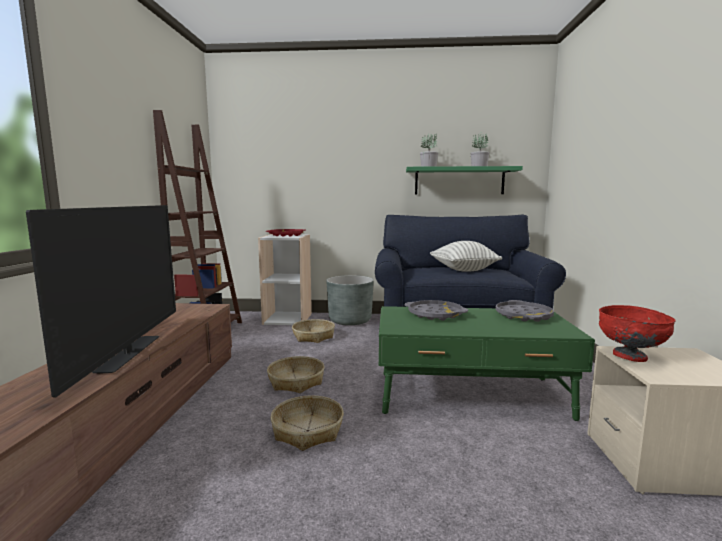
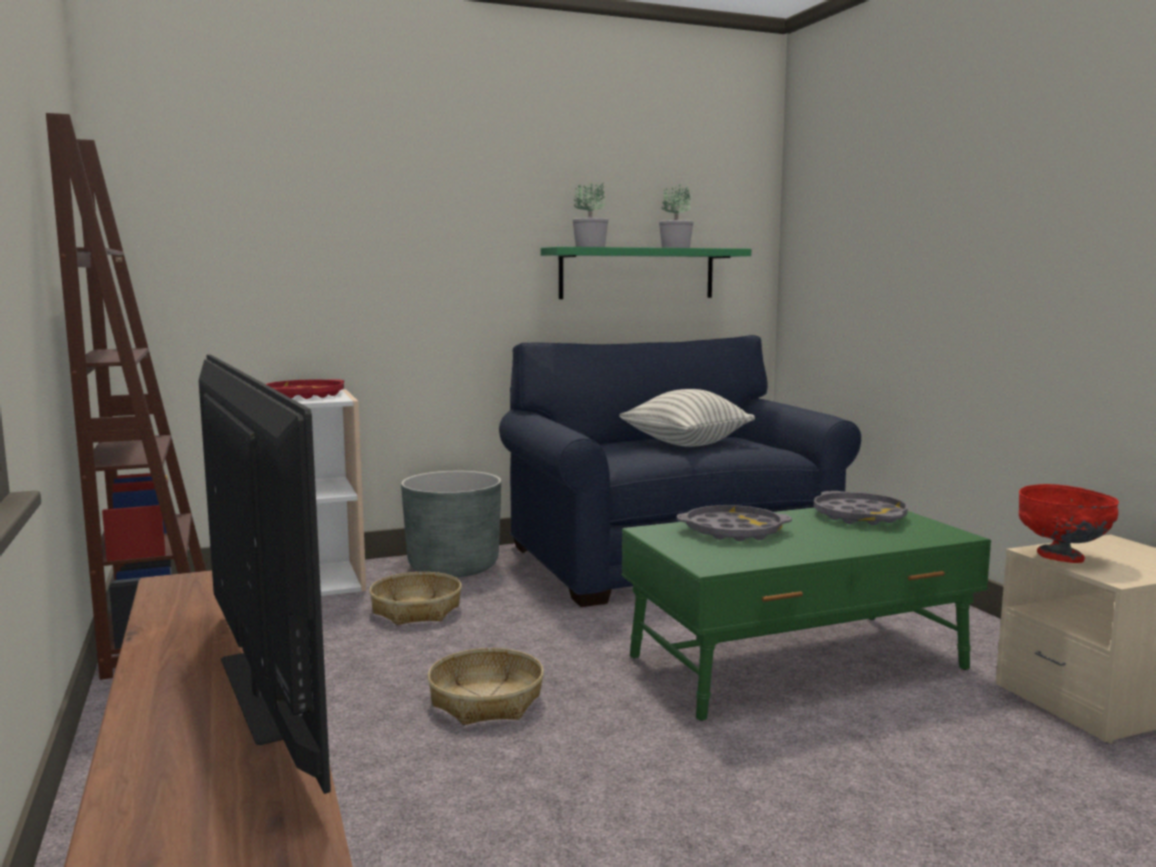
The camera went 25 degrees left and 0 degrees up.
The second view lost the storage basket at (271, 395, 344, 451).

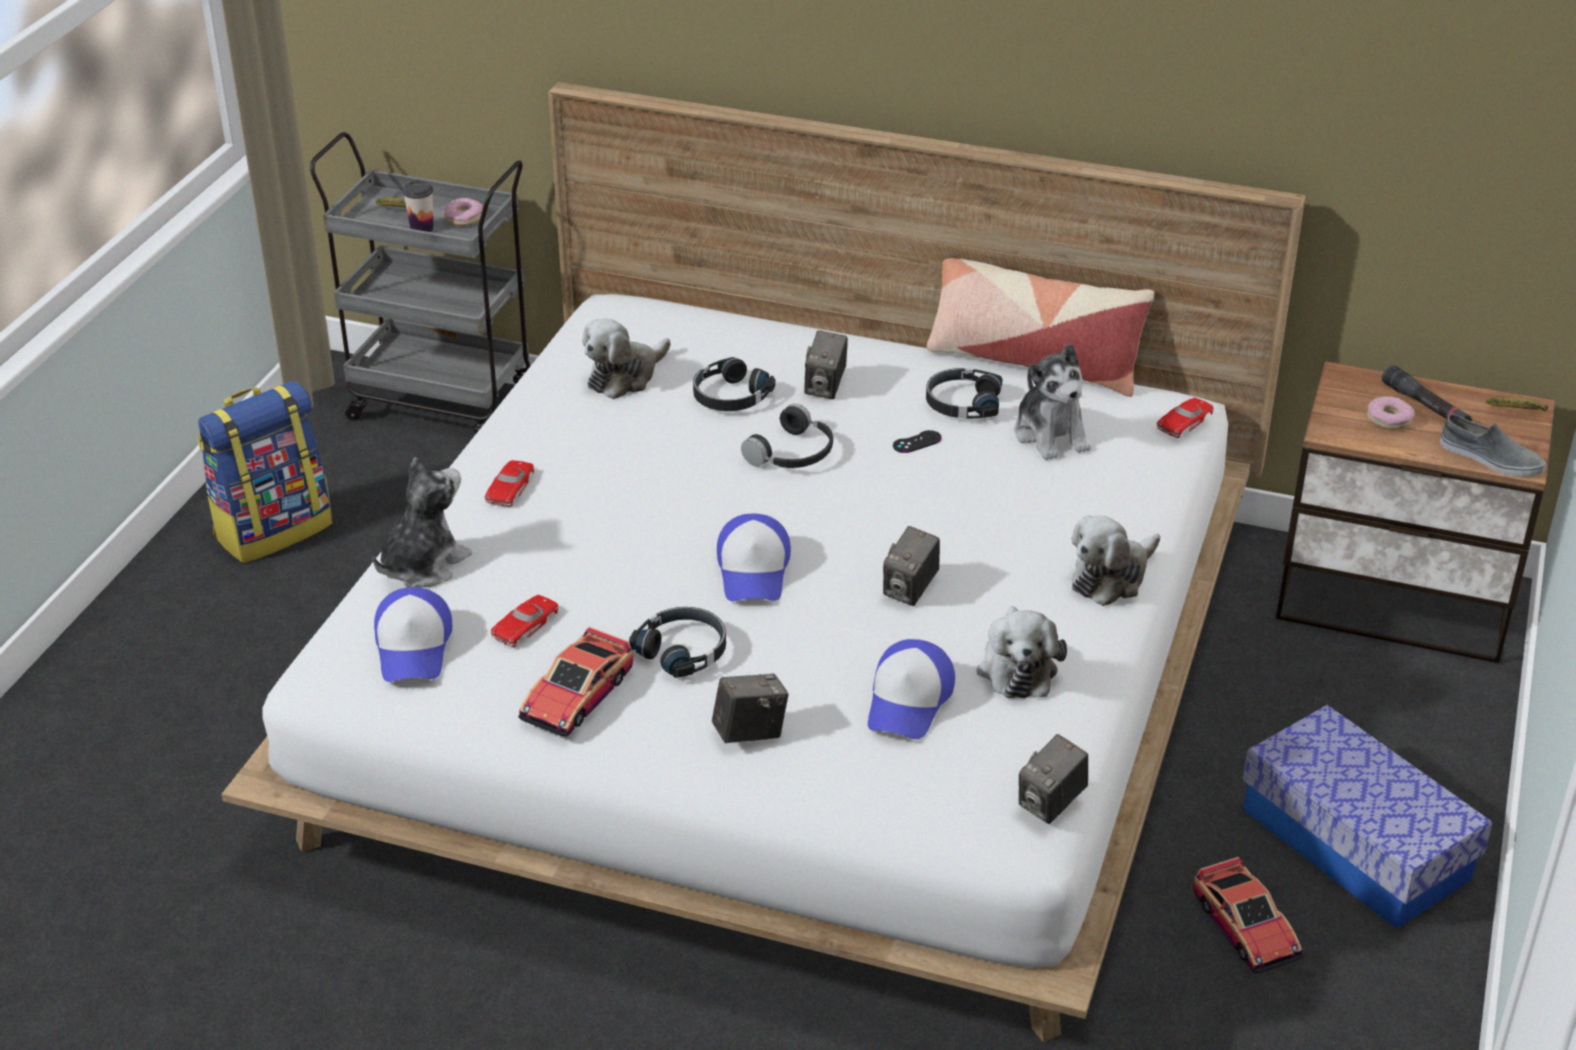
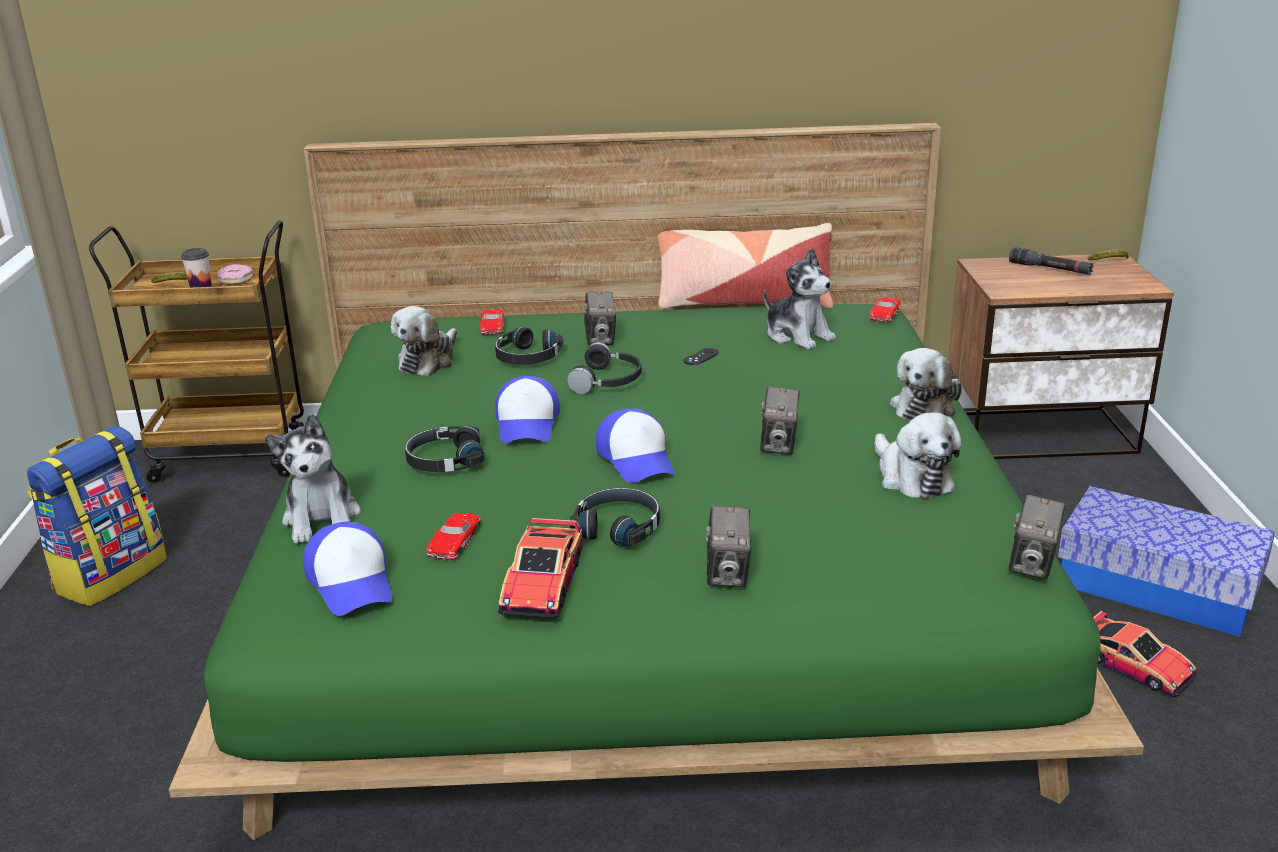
The camera went 20 degrees left and 10 degrees down.
What was the whitish sleeping bed at (221, 82, 1306, 1042) turned into the green sleeping bed at (169, 123, 1144, 840).
What was the greyish wheeled cart at (310, 132, 530, 433) turned into the brown wheeled cart at (89, 220, 304, 484).
The plush toy at (373, 457, 472, 588) ended up facing another way, 150 degrees clockwise from before.
The red-coloured model car ended up elsewhere, having gone from (485, 460, 534, 507) to (480, 309, 504, 335).
The photo camera at (712, 673, 788, 744) ended up facing another way, 135 degrees clockwise from before.
The cap ended up elsewhere, having gone from (868, 639, 955, 739) to (495, 376, 560, 443).
The blackish headset ended up elsewhere, having gone from (926, 368, 1003, 418) to (405, 426, 485, 472).
The second view lost the donut at (1367, 396, 1415, 430).
The second view lost the greyish item of footwear at (1440, 414, 1546, 477).

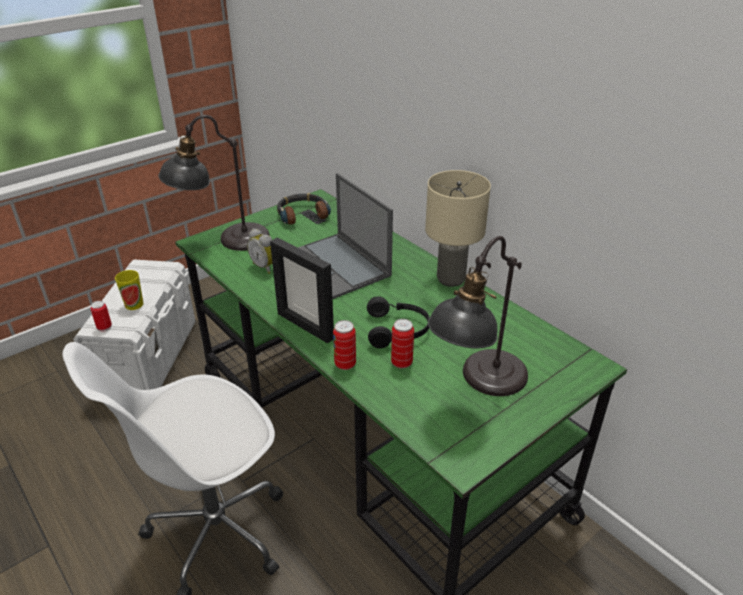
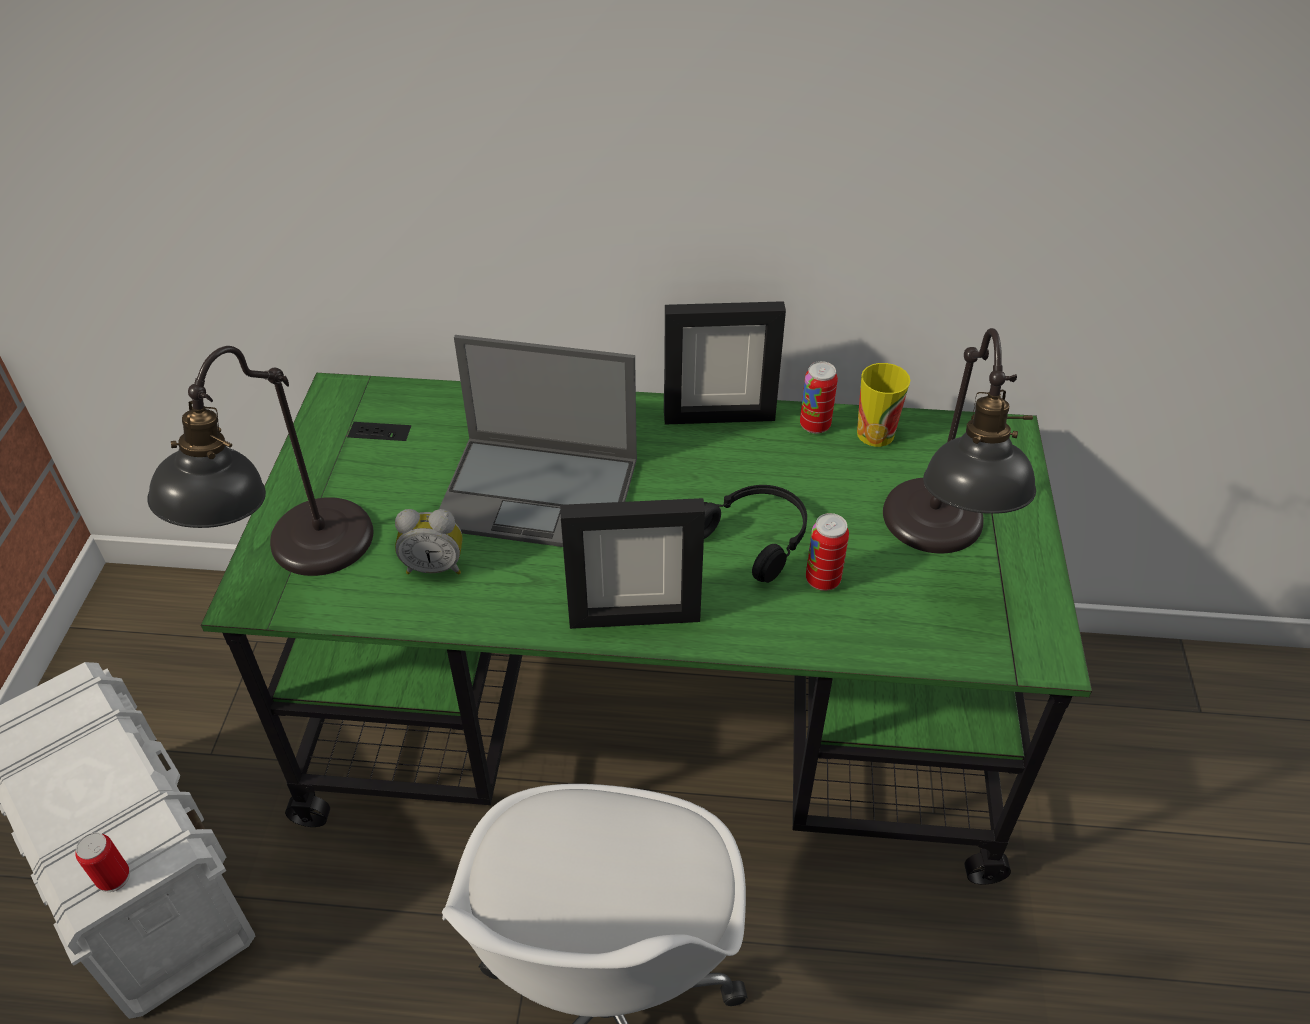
The camera went 45 degrees left and 10 degrees up.
The cup ended up elsewhere, having gone from (115, 270, 143, 310) to (857, 363, 911, 447).
The second view lost the headset at (277, 193, 331, 225).
The can ended up elsewhere, having gone from (333, 320, 356, 370) to (800, 361, 838, 434).
Where the beige tabletop lamp stood at (425, 170, 491, 287), the standing frame came to stand at (664, 301, 786, 425).

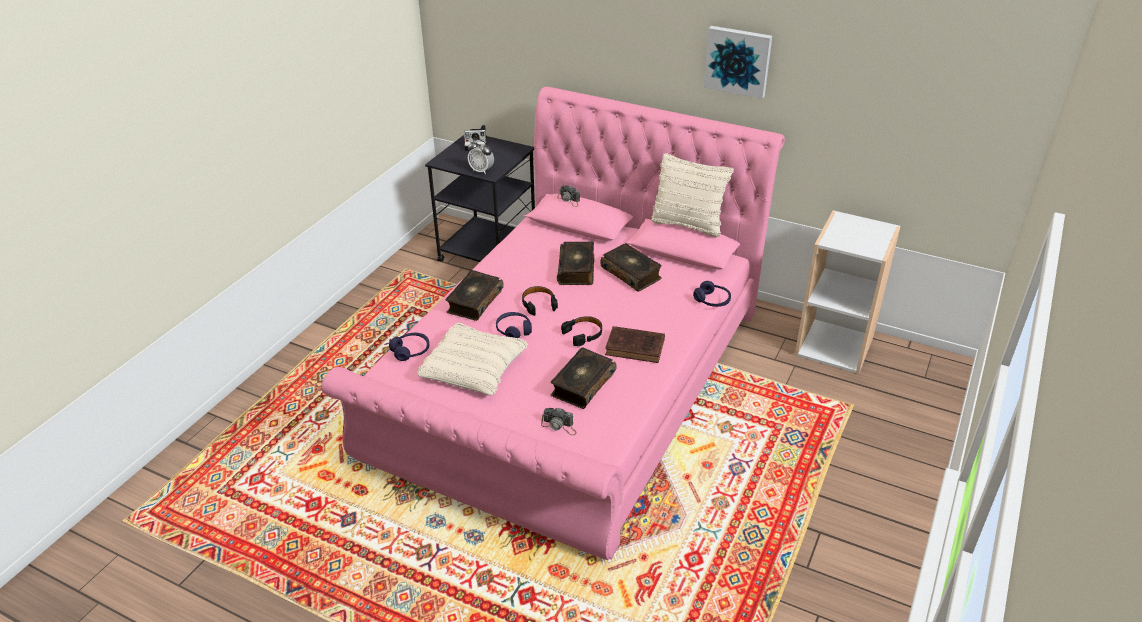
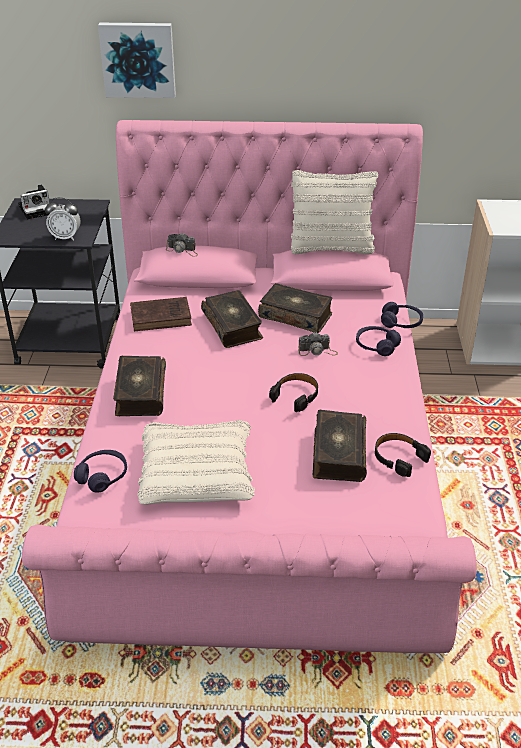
The camera went 25 degrees left and 0 degrees up.
The purplish headset ended up elsewhere, having gone from (496, 312, 532, 338) to (356, 326, 401, 356).
The blackish headset ended up elsewhere, having gone from (522, 286, 558, 316) to (375, 433, 431, 477).
The photo camera ended up elsewhere, having gone from (541, 407, 577, 435) to (299, 333, 338, 356).
The brown book ended up elsewhere, having gone from (605, 326, 665, 363) to (130, 297, 192, 332).
The wall picture ended up elsewhere, having gone from (704, 26, 772, 99) to (98, 23, 176, 98).

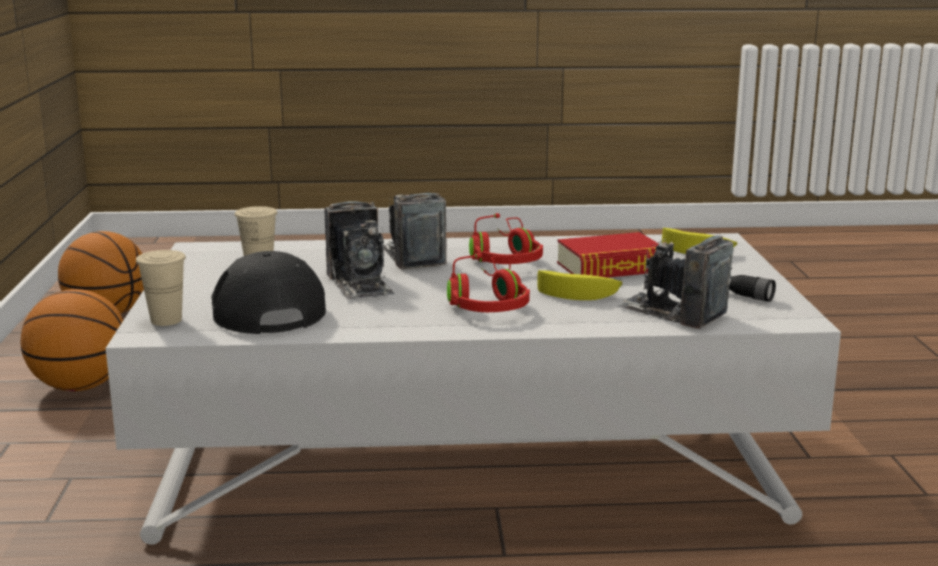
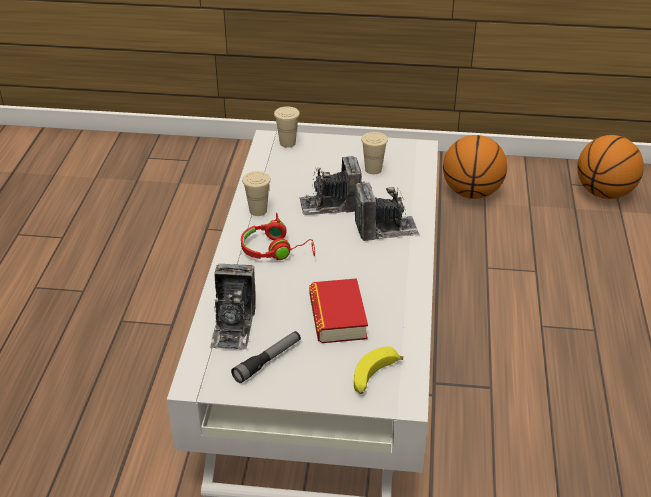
The camera went 100 degrees right and 20 degrees up.
The second view lost the blackish cap at (211, 251, 326, 334).
The second view lost the red-coloured headset at (469, 213, 543, 264).
The second view lost the banana at (537, 270, 622, 300).
The photo camera at (618, 235, 733, 329) ended up facing another way, 135 degrees clockwise from before.
The second view gained the beige cup at (242, 171, 271, 216).

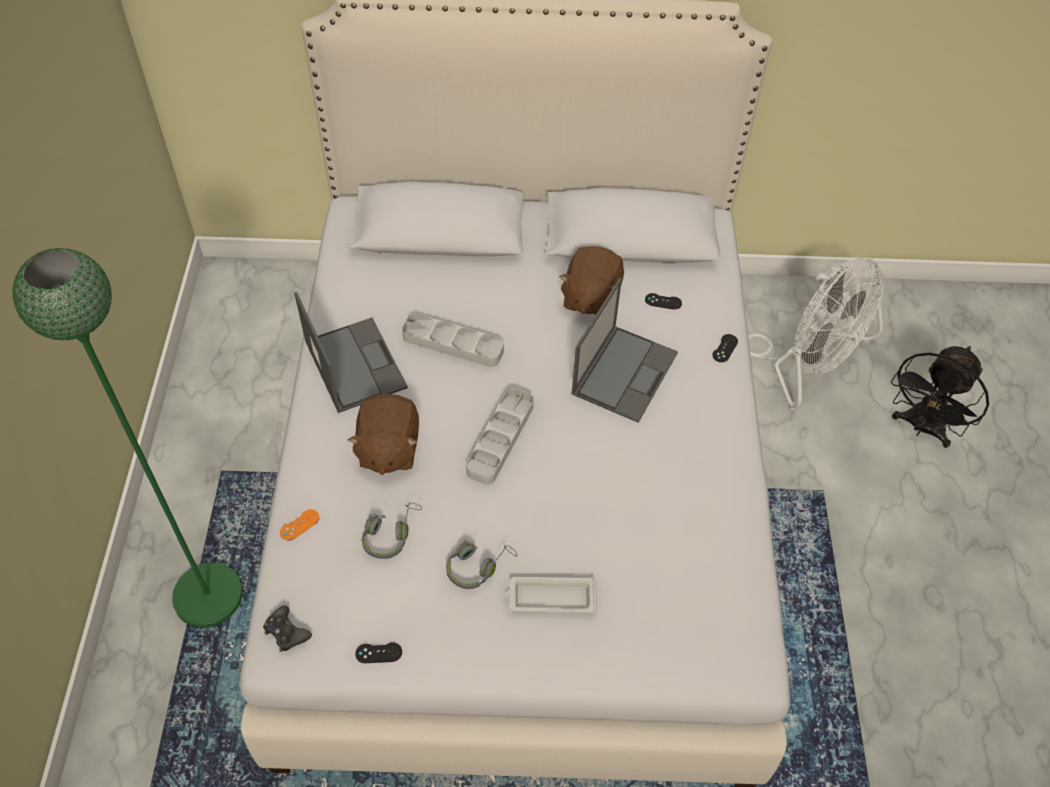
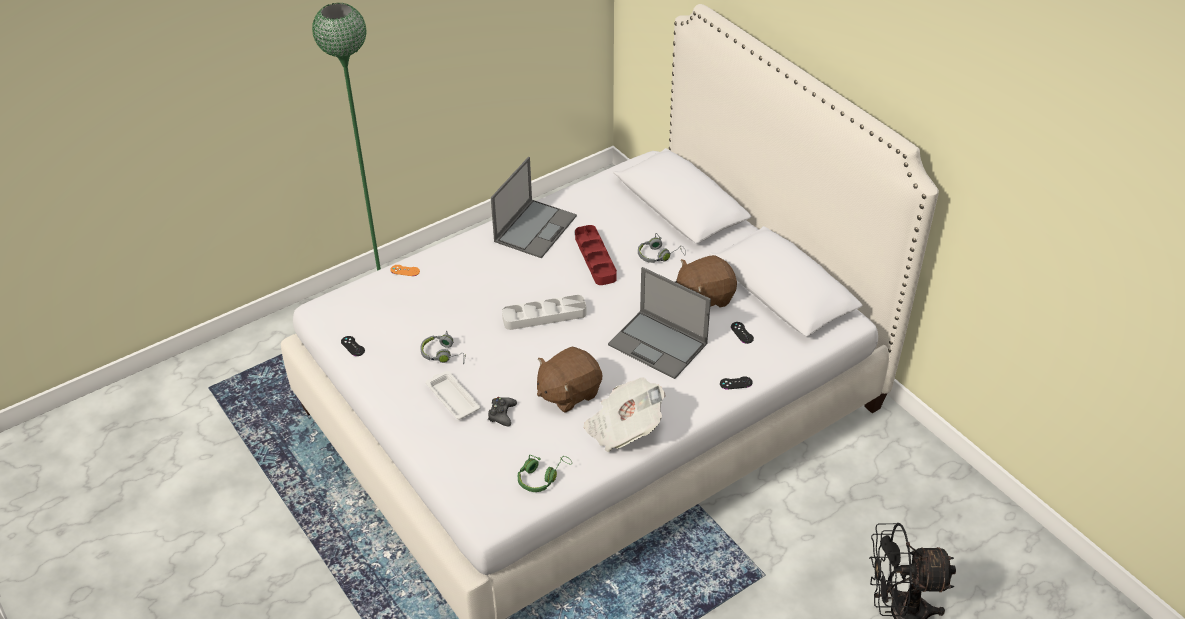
The camera went 55 degrees right and 10 degrees down.
The blackish gamepad ended up elsewhere, having gone from (263, 605, 312, 652) to (488, 397, 517, 426).
The brown plush toy ended up elsewhere, having gone from (347, 394, 419, 475) to (537, 347, 602, 413).
The greyish headset ended up elsewhere, having gone from (361, 503, 422, 559) to (638, 233, 686, 263).
What was the greyish serving tray at (402, 313, 504, 367) turned into the red-coloured serving tray at (575, 225, 617, 285).
The notebook computer at (572, 278, 678, 423) ended up facing another way, 45 degrees clockwise from before.
The second view lost the whitish electric fan at (748, 258, 884, 411).
The second view gained the green headset at (518, 455, 572, 492).
The second view gained the newspaper at (584, 377, 666, 452).

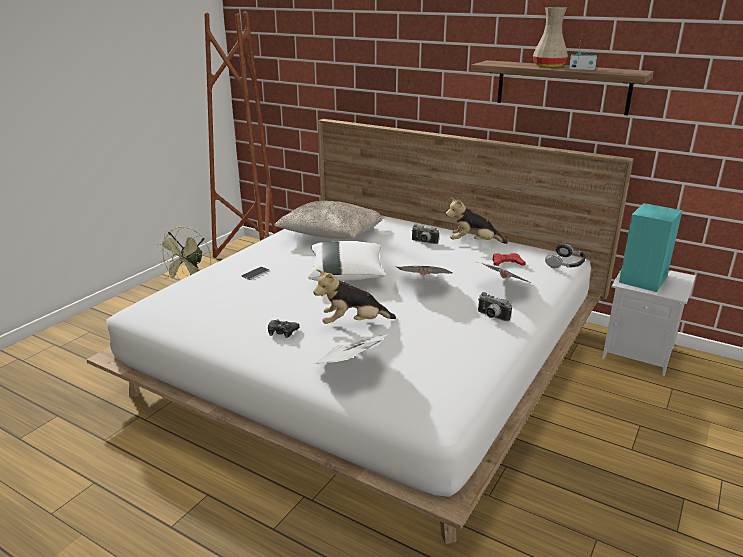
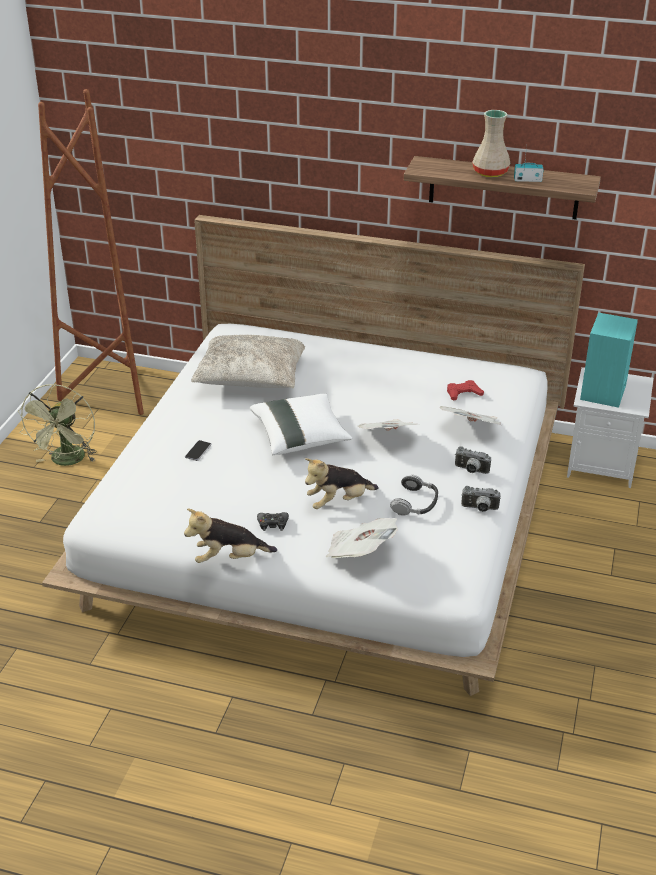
The camera went 15 degrees left and 10 degrees up.
The photo camera ended up elsewhere, having gone from (411, 224, 439, 244) to (461, 486, 501, 512).
The plush toy ended up elsewhere, having gone from (446, 197, 508, 244) to (184, 509, 277, 563).
The headset ended up elsewhere, having gone from (545, 244, 586, 268) to (390, 474, 438, 516).

